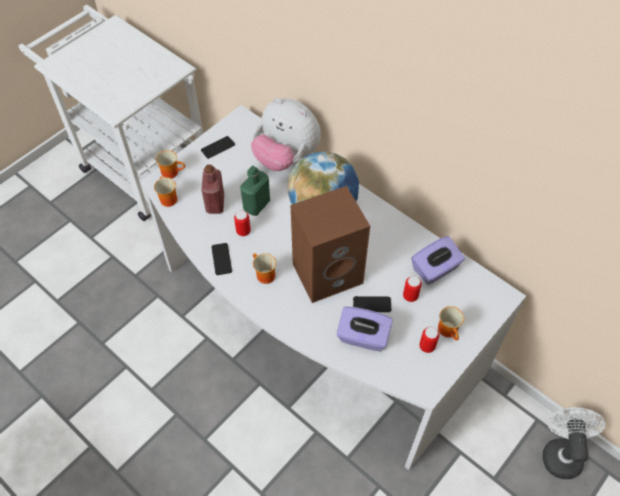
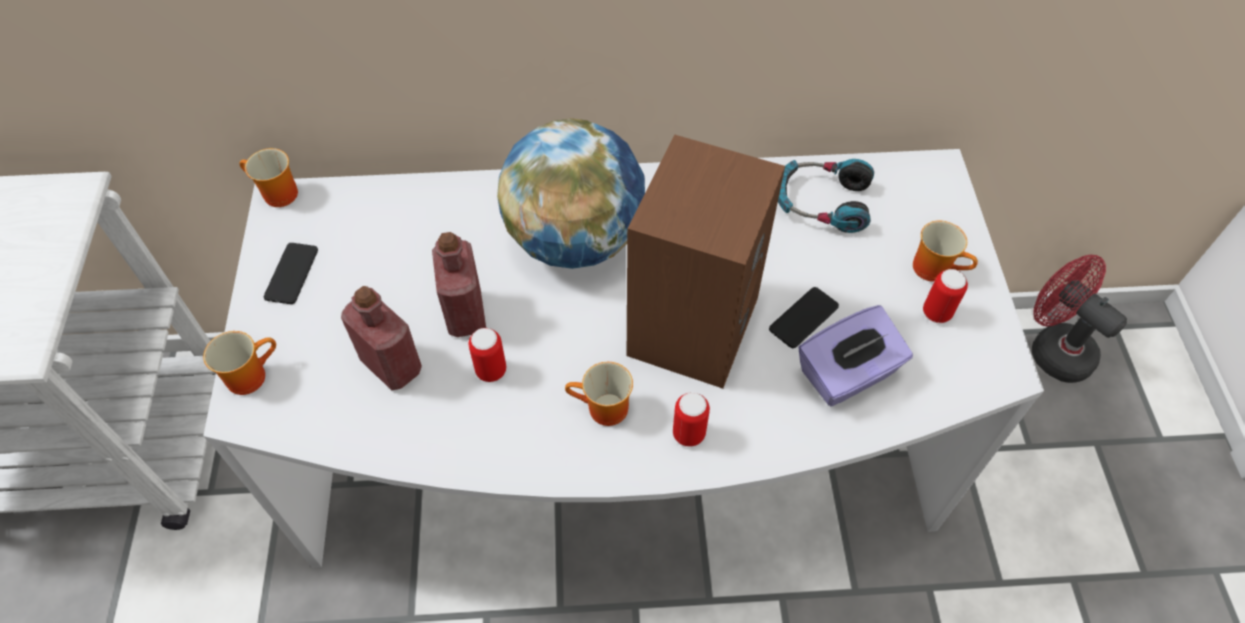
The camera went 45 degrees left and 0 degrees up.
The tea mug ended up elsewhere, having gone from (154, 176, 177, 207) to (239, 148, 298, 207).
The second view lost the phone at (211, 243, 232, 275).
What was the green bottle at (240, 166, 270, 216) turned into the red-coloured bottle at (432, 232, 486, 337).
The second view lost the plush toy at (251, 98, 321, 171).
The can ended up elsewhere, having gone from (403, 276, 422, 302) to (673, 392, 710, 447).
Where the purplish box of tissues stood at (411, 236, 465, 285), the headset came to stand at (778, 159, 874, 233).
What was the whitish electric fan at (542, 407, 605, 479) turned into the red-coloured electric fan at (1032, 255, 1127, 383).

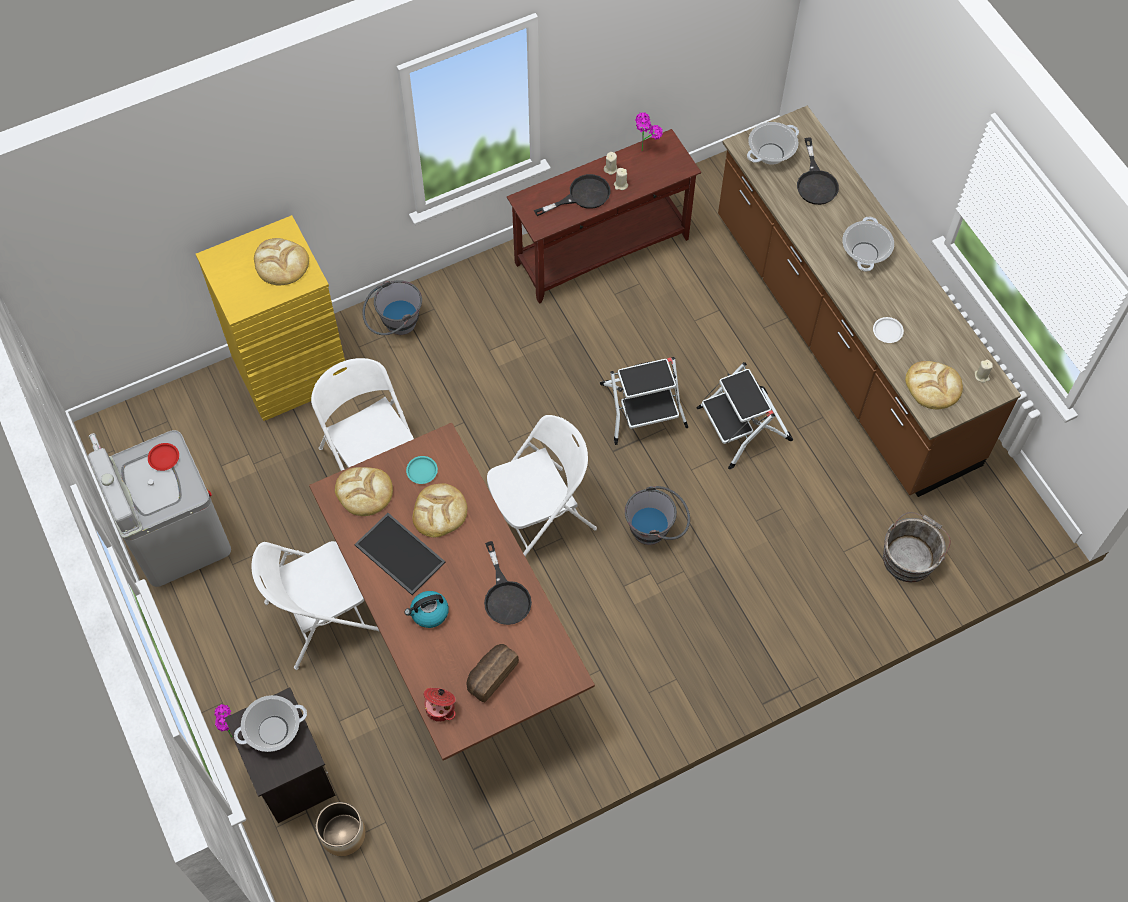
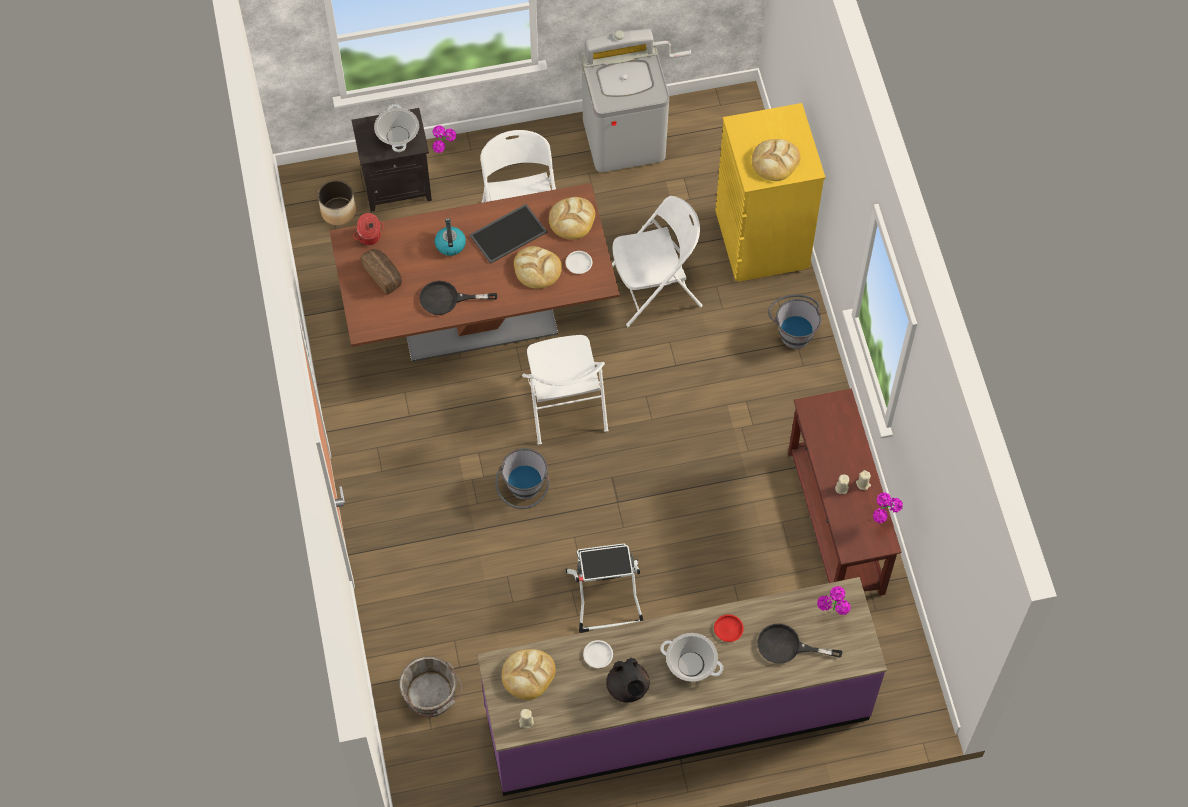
The camera went 105 degrees right and 0 degrees up.
The red-coloured flat dish ended up elsewhere, having gone from (148, 443, 179, 471) to (714, 614, 744, 642).
What was the blue-green flat dish at (406, 456, 438, 484) turned into the whitish flat dish at (565, 251, 592, 274).
The second view lost the blackish frying pan at (534, 174, 610, 216).
The second view lost the step ladder at (600, 357, 688, 445).
What was the brown kitchen base unit at (718, 106, 1021, 497) turned into the purplish kitchen base unit at (477, 577, 887, 796).
Where the cooking pot stood at (747, 122, 799, 165), the plant in a pot came to stand at (817, 586, 851, 615).
The second view gained the blackish teapot at (606, 657, 650, 703).

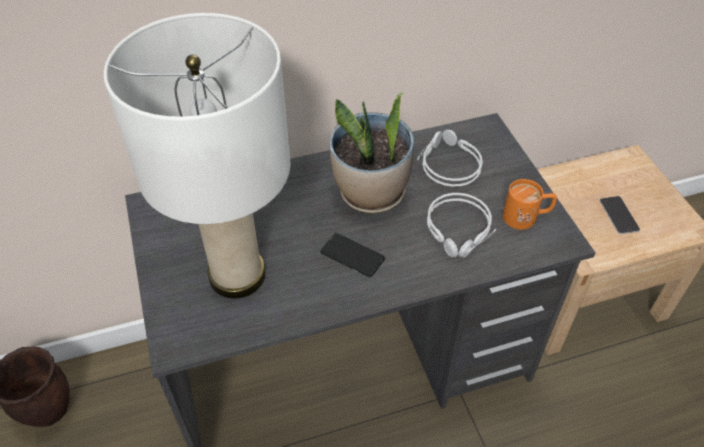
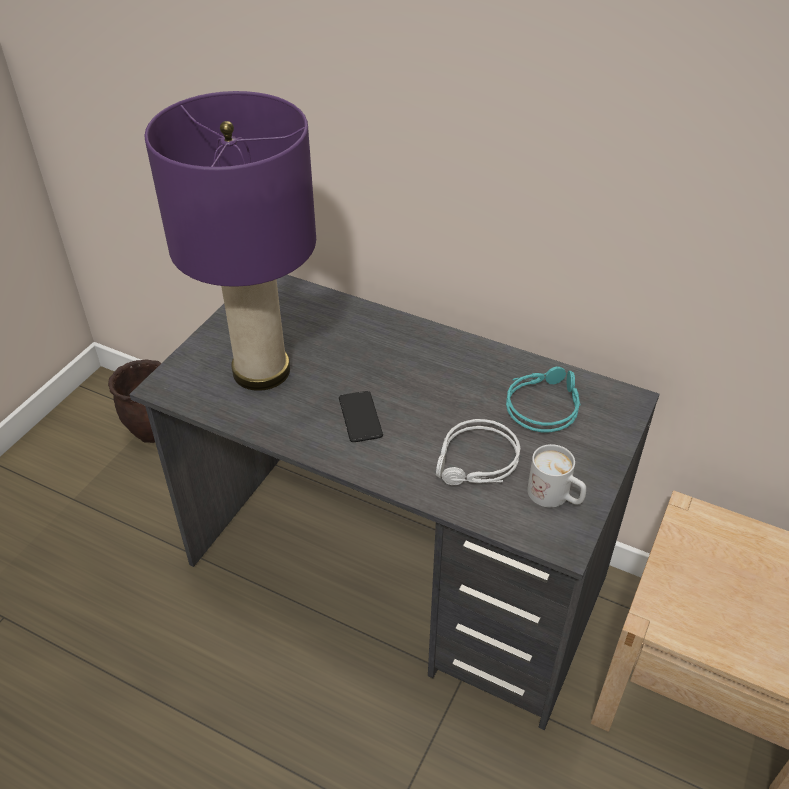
The camera went 45 degrees right and 5 degrees down.
What was the whitish tabletop lamp at (103, 13, 291, 298) turned into the purplish tabletop lamp at (144, 91, 316, 391).
The second view lost the plant in a pot at (329, 92, 414, 214).
What was the greyish headset at (417, 130, 483, 187) turned into the blue-green headset at (506, 367, 581, 433).
What was the orange-coloured tea mug at (503, 179, 557, 230) turned into the whitish tea mug at (527, 444, 586, 508).
The second view lost the phone at (599, 196, 640, 234).

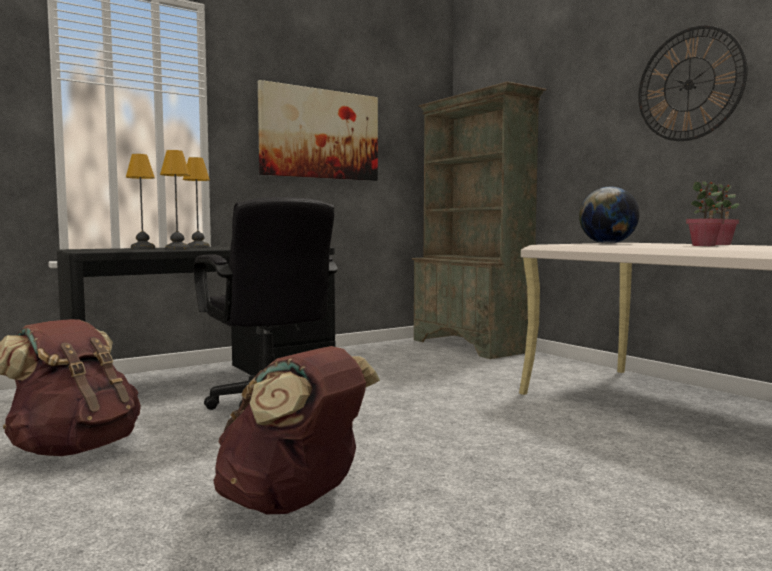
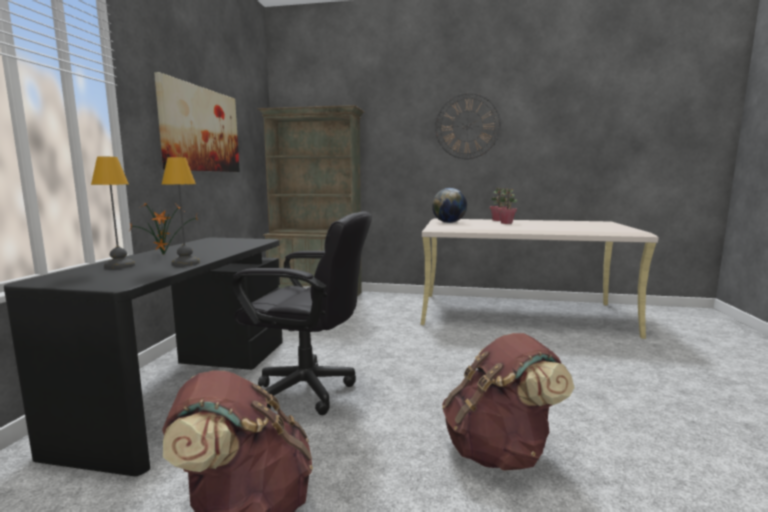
The camera went 45 degrees left and 5 degrees up.
Where the tabletop lamp stood at (183, 157, 210, 248), the plant in a pot came to stand at (129, 200, 198, 254).

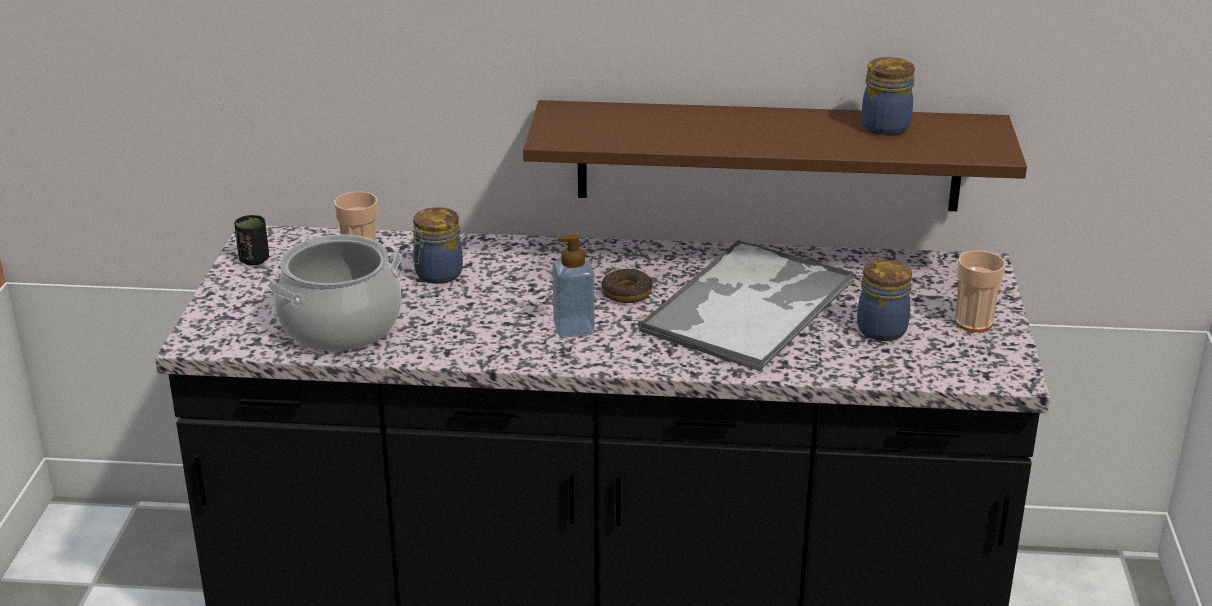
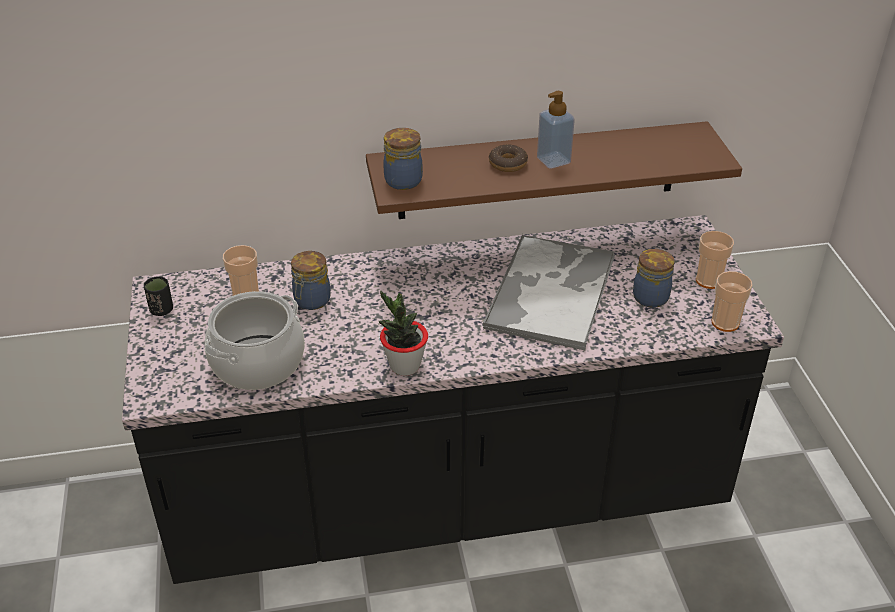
The camera went 15 degrees left and 10 degrees up.
The soap bottle ended up elsewhere, having gone from (552, 234, 595, 338) to (537, 91, 575, 169).
The donut ended up elsewhere, having gone from (602, 269, 653, 303) to (489, 144, 528, 172).
The jar ended up elsewhere, having gone from (861, 57, 915, 136) to (383, 128, 423, 190).
The second view gained the plant in a pot at (379, 291, 428, 376).
The second view gained the cup at (711, 271, 753, 332).

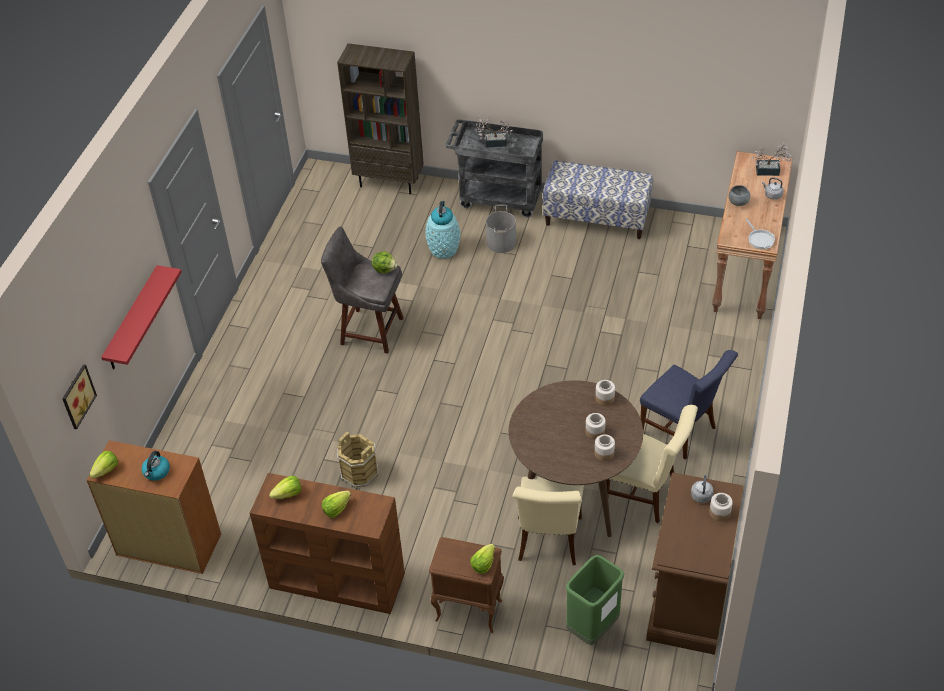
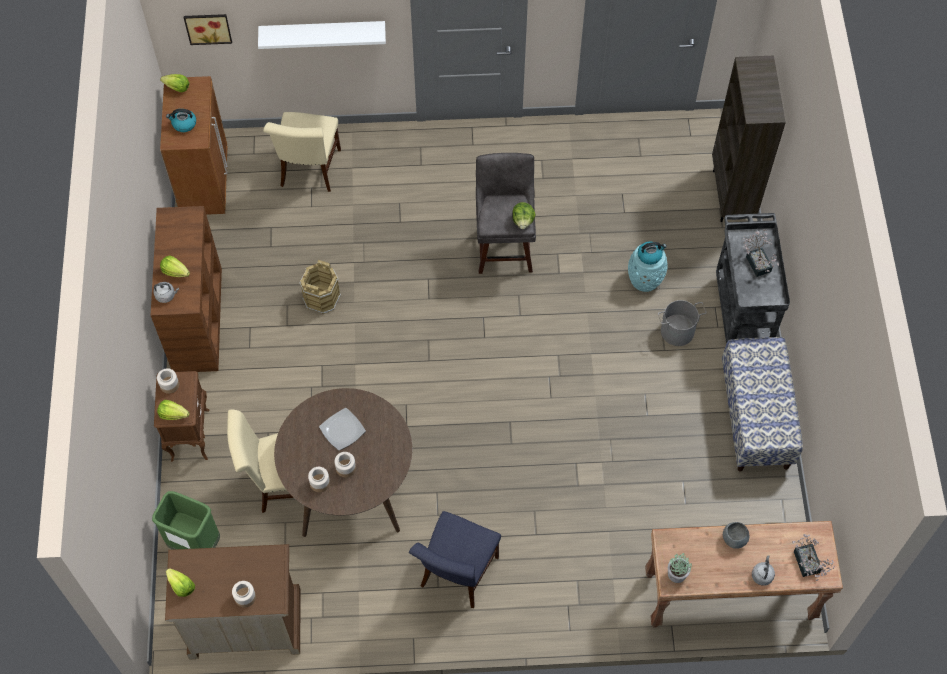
The camera went 70 degrees right and 15 degrees up.
What was the red-coloured wall shelf at (101, 265, 182, 370) turned into the whitish wall shelf at (258, 21, 386, 49).
The lettuce ended up elsewhere, having gone from (269, 476, 301, 499) to (166, 568, 195, 597).
The jar ended up elsewhere, having gone from (595, 380, 615, 406) to (157, 368, 179, 394).
The beige upright chair ended up elsewhere, having gone from (606, 405, 698, 523) to (263, 112, 341, 192).
The greyish kettle ended up elsewhere, having gone from (691, 474, 714, 503) to (153, 282, 179, 303).
Where the frying pan stood at (746, 219, 775, 249), the plant in a pot came to stand at (668, 552, 692, 583).
The second view gained the flat dish at (319, 408, 366, 451).

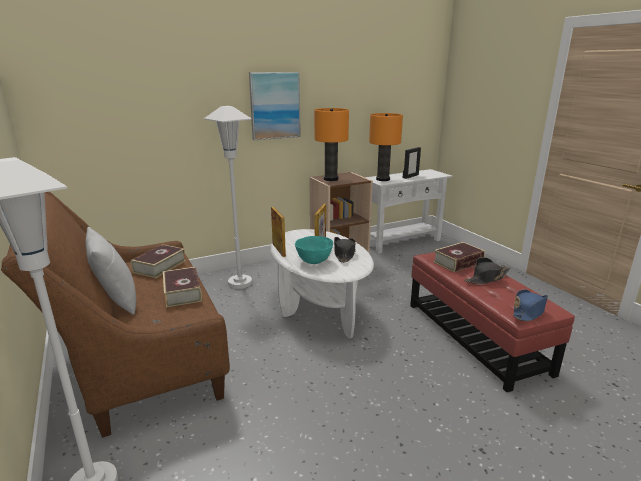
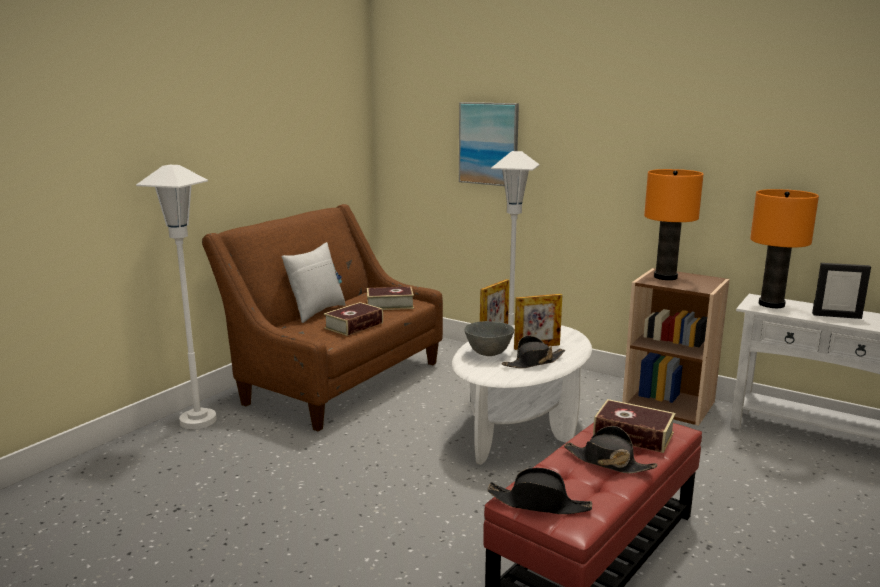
The camera went 60 degrees right and 5 degrees down.
The wall picture ended up elsewhere, having gone from (249, 72, 301, 140) to (459, 102, 519, 186).
What was the blue-green deep dish at (295, 236, 333, 264) turned into the greyish deep dish at (464, 321, 514, 356).
What was the blue hat at (513, 289, 548, 321) turned into the blackish hat at (487, 468, 592, 514).

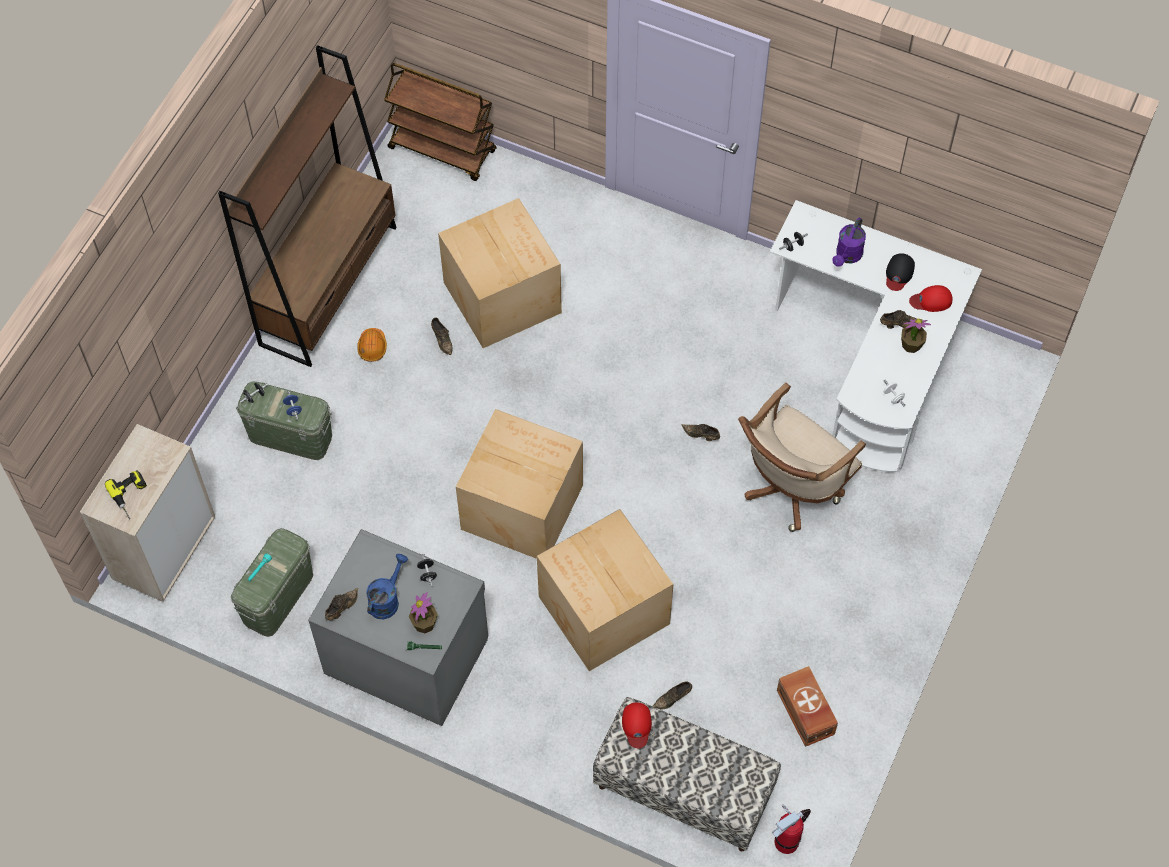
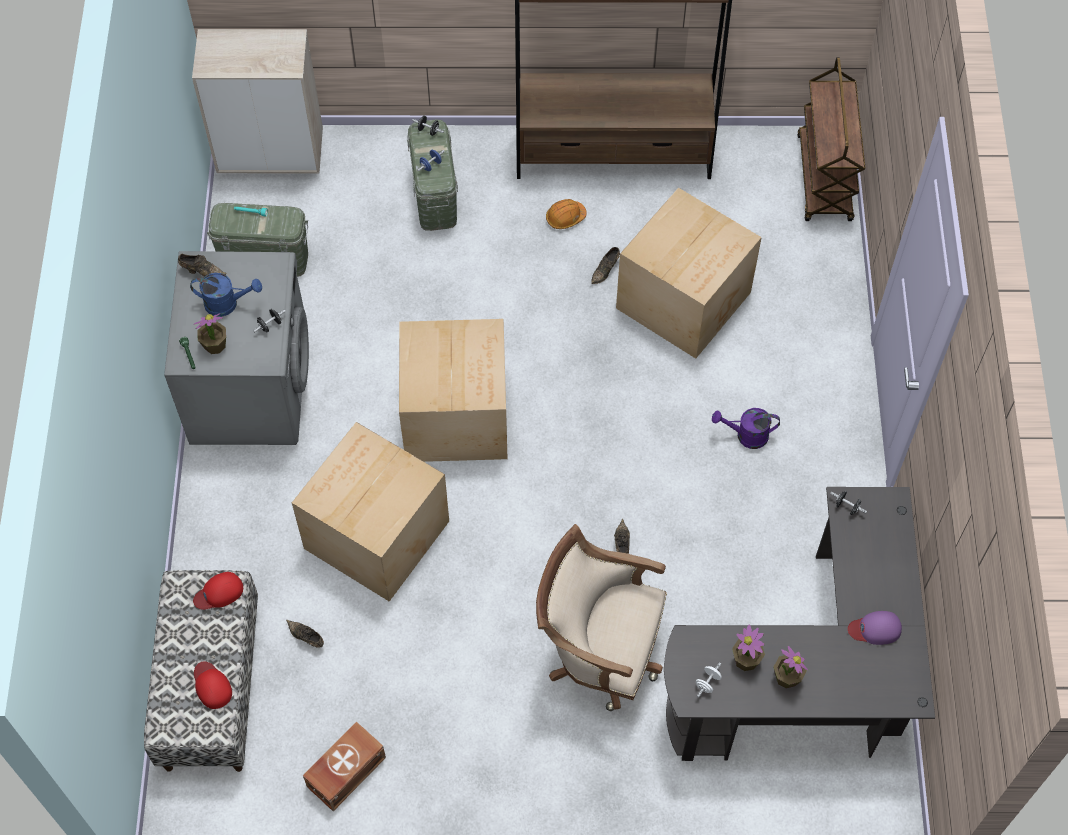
The camera went 65 degrees right and 0 degrees up.
The second view lost the electric drill at (105, 471, 147, 519).
What was the whitish desk unit at (770, 200, 982, 472) turned into the blackish desk unit at (664, 487, 935, 761).
The second view lost the fire-fighting cylinder at (772, 804, 811, 854).
The purplish sprinkling can ended up elsewhere, having gone from (832, 217, 866, 267) to (712, 408, 780, 449).
The second view lost the brown item of footwear at (880, 310, 922, 329).
What was the blackish cap at (886, 253, 915, 291) turned into the purplish cap at (848, 611, 902, 645).
The red-coloured cap ended up elsewhere, having gone from (909, 285, 952, 312) to (194, 662, 232, 709).
The second view gained the plant in a pot at (732, 624, 765, 671).

